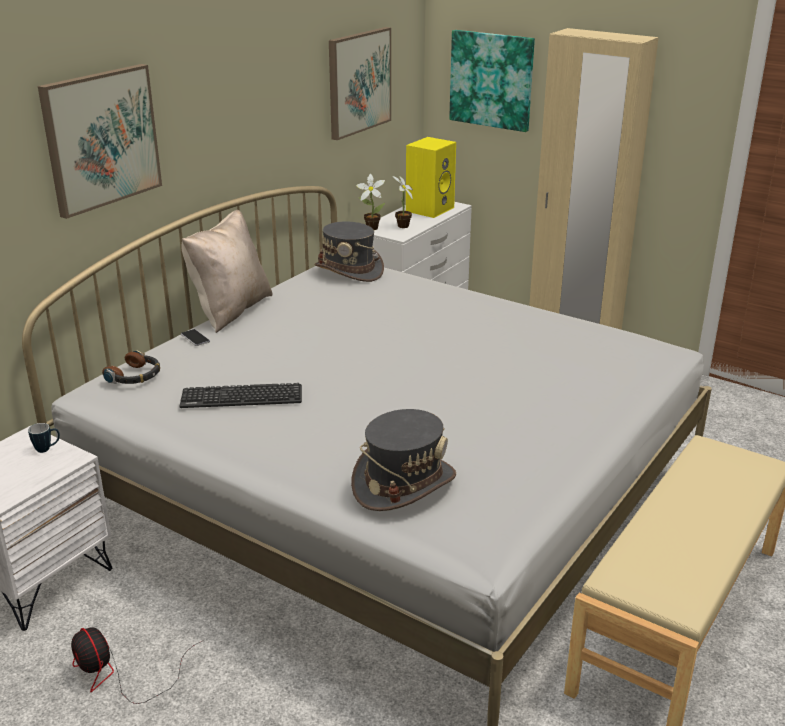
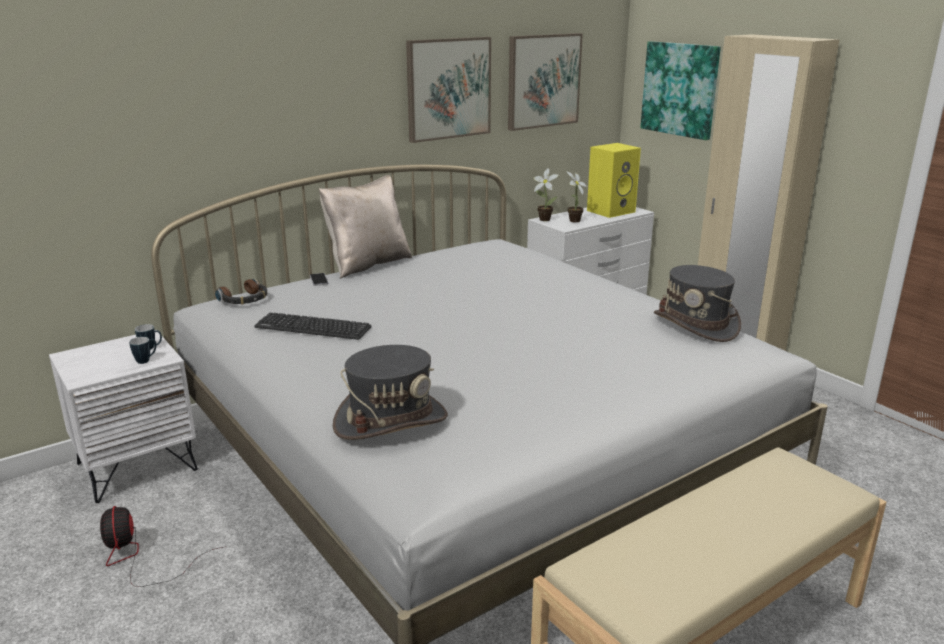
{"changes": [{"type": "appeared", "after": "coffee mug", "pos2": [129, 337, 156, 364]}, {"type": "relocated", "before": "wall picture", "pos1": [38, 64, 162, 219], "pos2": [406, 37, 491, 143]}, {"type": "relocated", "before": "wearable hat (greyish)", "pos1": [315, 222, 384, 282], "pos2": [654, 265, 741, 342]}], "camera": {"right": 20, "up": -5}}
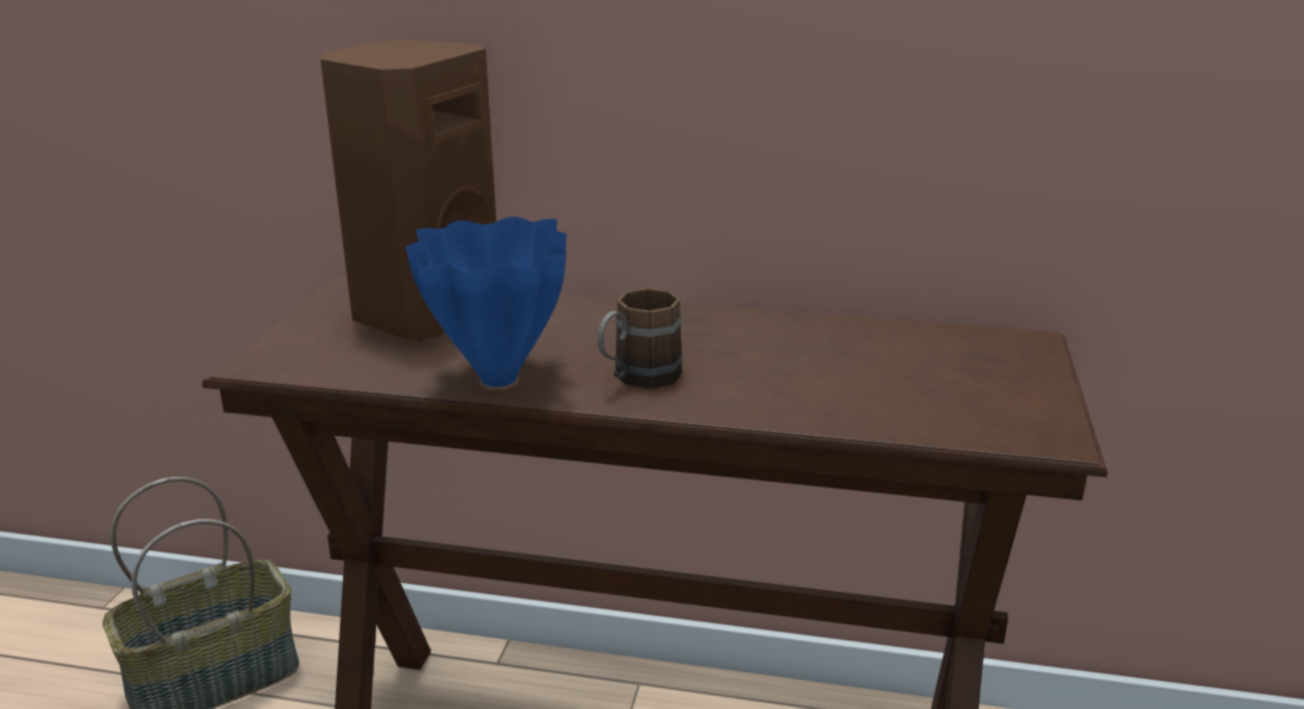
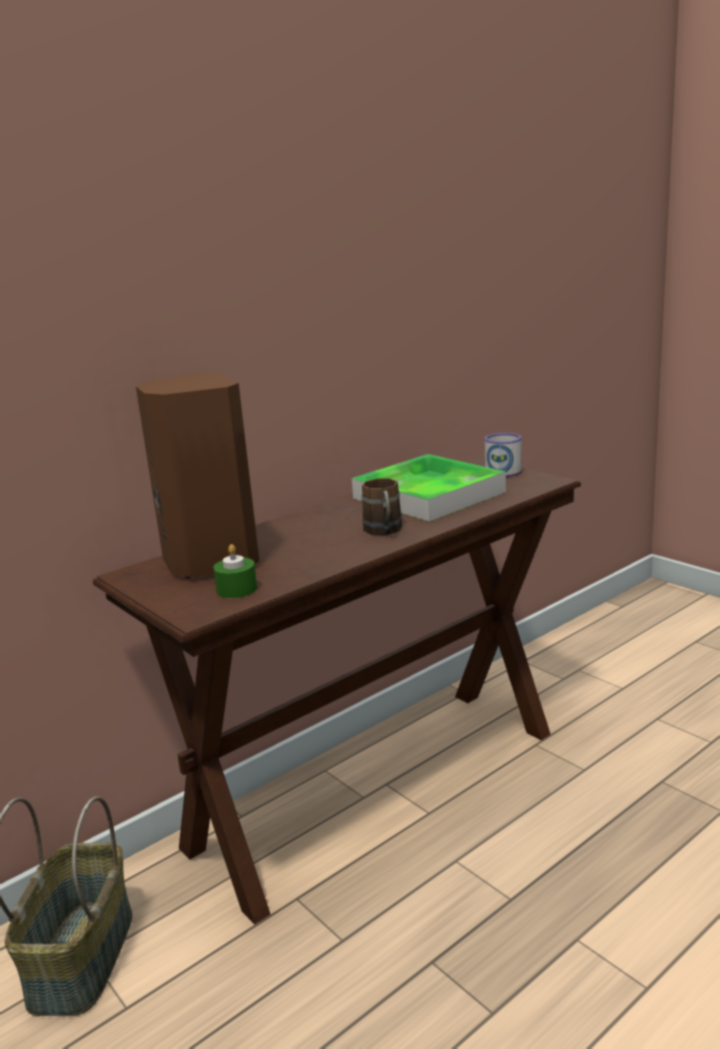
{"changes": [{"type": "appeared", "after": "wax light (greenish)", "pos2": [213, 544, 257, 598]}, {"type": "appeared", "after": "serving tray", "pos2": [352, 454, 506, 522]}, {"type": "appeared", "after": "coffee mug", "pos2": [485, 433, 522, 477]}, {"type": "missing", "before": "vase (blue)", "pos1": [406, 217, 567, 387]}], "camera": {"right": -50, "up": -5}}
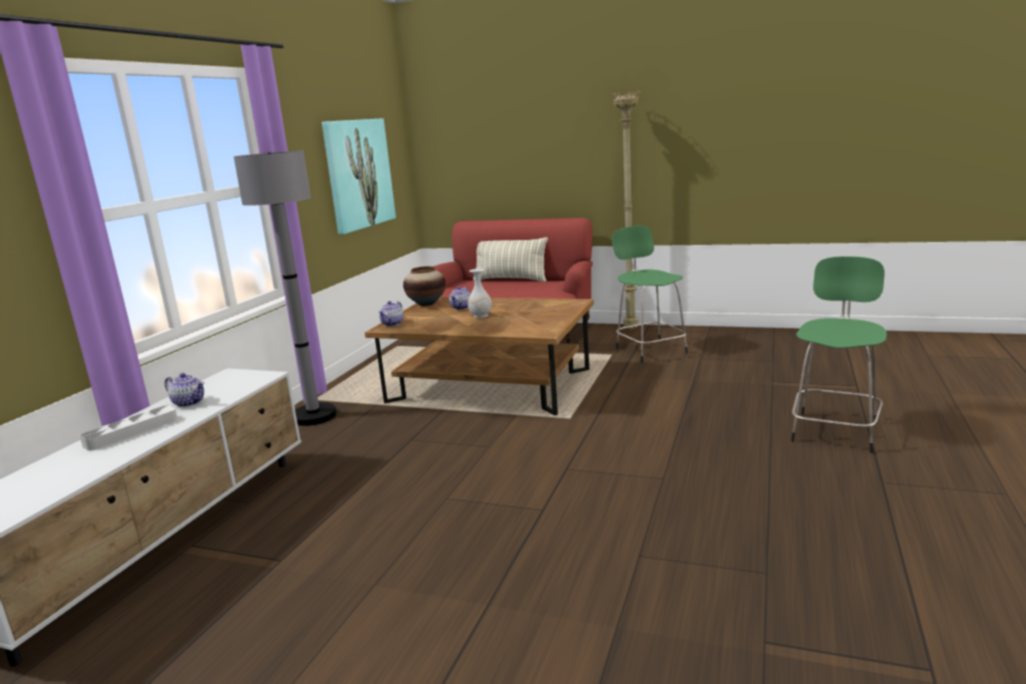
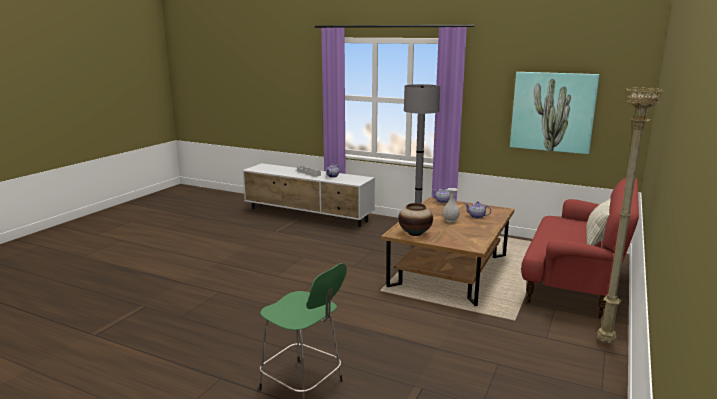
{"changes": [{"type": "relocated", "before": "vase", "pos1": [403, 266, 446, 306], "pos2": [398, 203, 433, 236]}, {"type": "missing", "before": "stool seat (greenish)", "pos1": [612, 226, 688, 363]}], "camera": {"right": 95, "up": 0}}
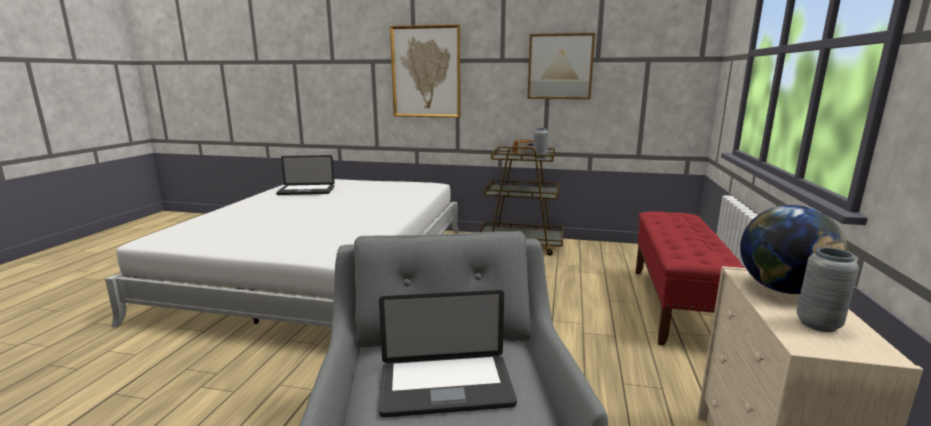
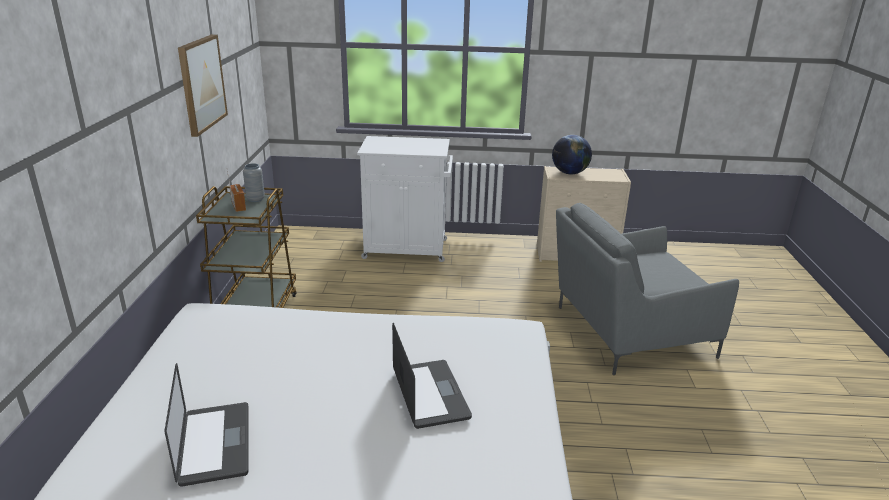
{"changes": [{"type": "exchanged", "before": "bench (red)", "after": "cupboard (whitish)", "pos1": [635, 212, 745, 346], "pos2": [357, 136, 453, 262]}, {"type": "relocated", "before": "laptop", "pos1": [379, 290, 517, 418], "pos2": [392, 323, 472, 429]}, {"type": "missing", "before": "wall picture", "pos1": [390, 24, 461, 118]}, {"type": "missing", "before": "vase (greyish)", "pos1": [797, 248, 859, 332]}], "camera": {"right": -100, "up": 10}}
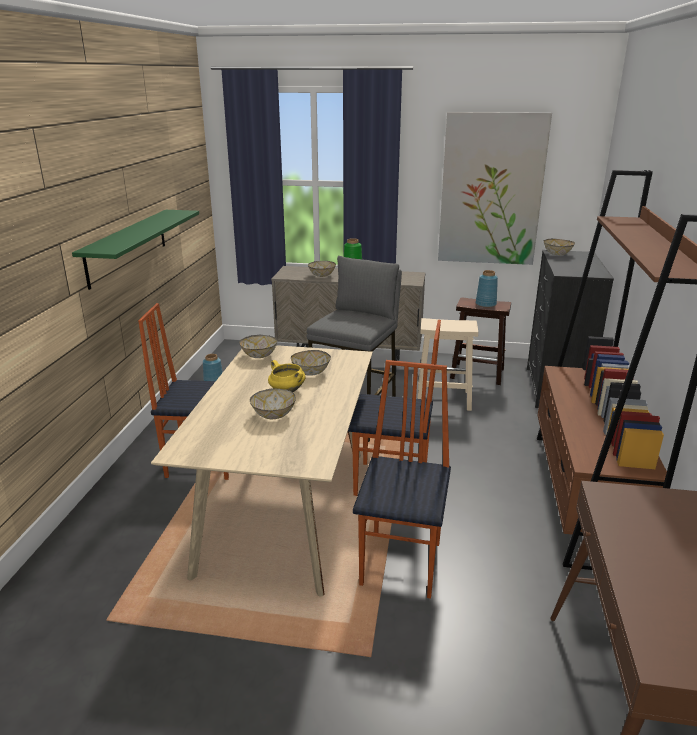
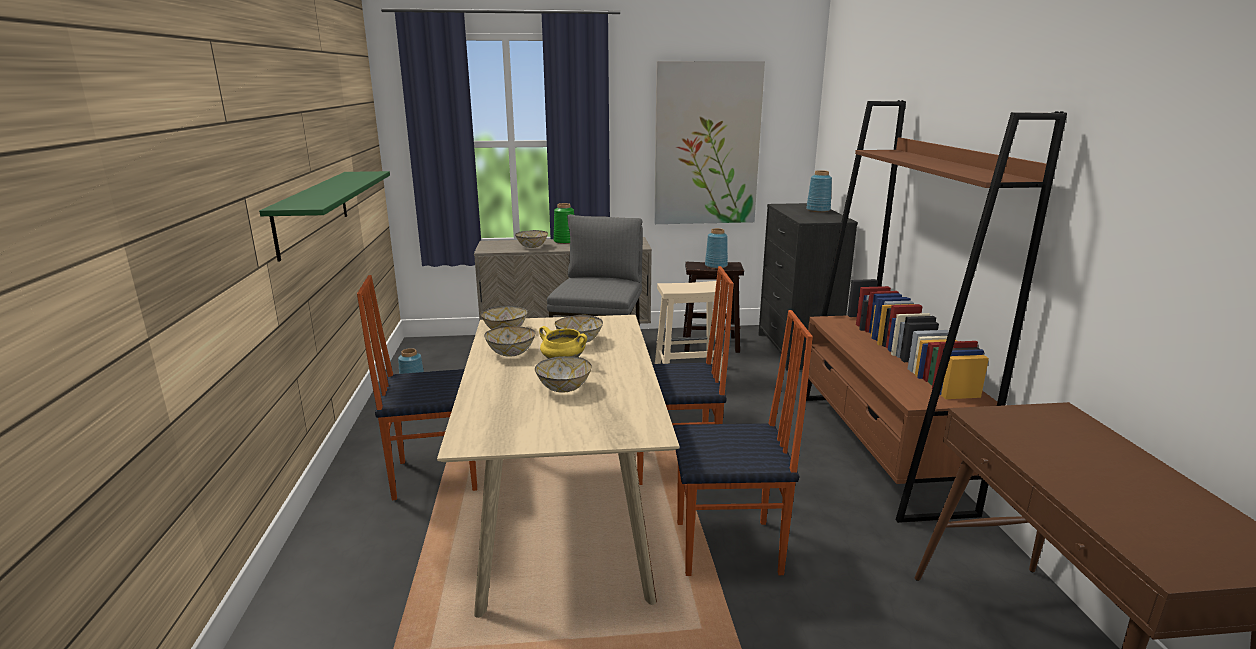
{"changes": [{"type": "relocated", "before": "deep dish", "pos1": [544, 239, 575, 255], "pos2": [484, 326, 536, 357]}, {"type": "spun", "before": "upright chair", "pos1": [353, 360, 451, 599], "pos2": [673, 310, 813, 576], "turn": 90}, {"type": "appeared", "after": "vase (blue)", "pos2": [806, 170, 832, 212]}], "camera": {"right": -15, "up": -5}}
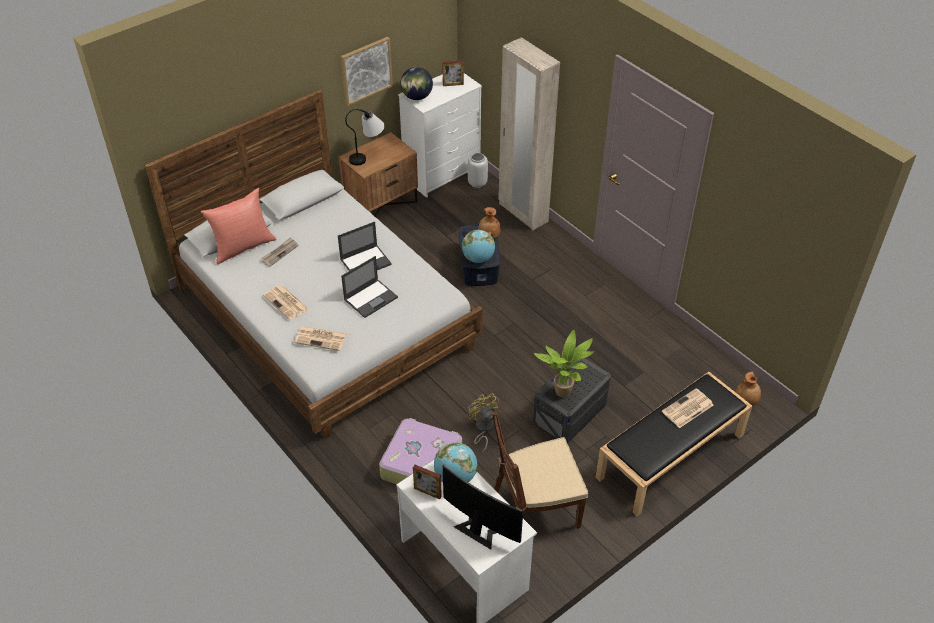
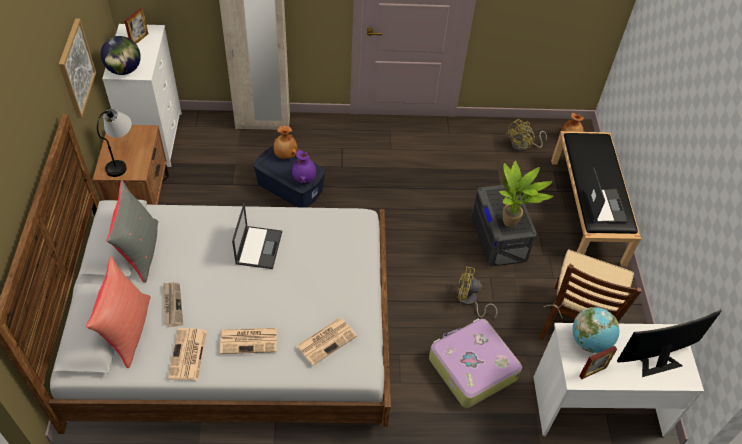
{"changes": [{"type": "appeared", "after": "pillow (greyish)", "pos2": [106, 180, 158, 283]}, {"type": "relocated", "before": "printed paper", "pos1": [662, 388, 714, 428], "pos2": [168, 328, 207, 380]}, {"type": "exchanged", "before": "desk globe", "after": "vase (purplish)", "pos1": [462, 230, 495, 263], "pos2": [292, 150, 316, 183]}, {"type": "appeared", "after": "cooling fan (yellow-coloured)", "pos2": [507, 119, 547, 151]}, {"type": "relocated", "before": "laptop", "pos1": [341, 256, 398, 318], "pos2": [584, 168, 628, 223]}, {"type": "missing", "before": "vase (greyish)", "pos1": [468, 153, 488, 188]}], "camera": {"right": -55, "up": 5}}
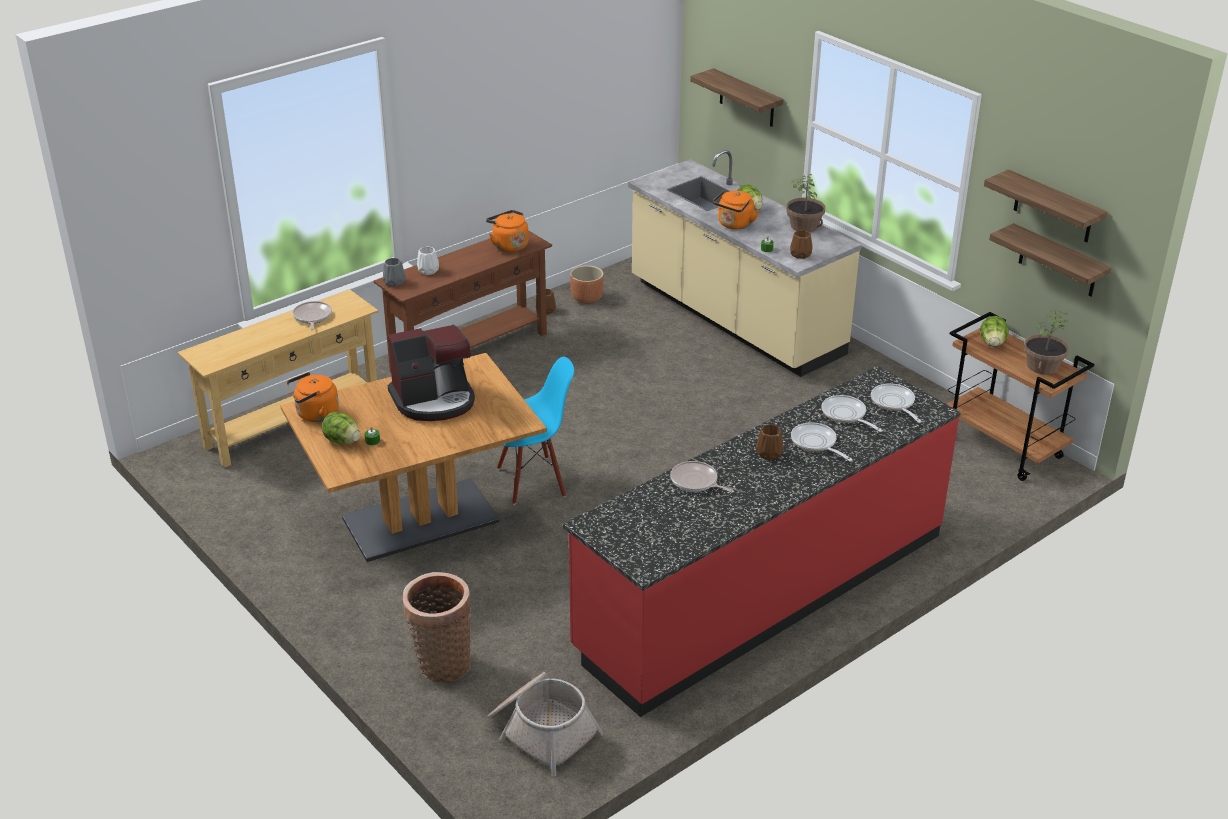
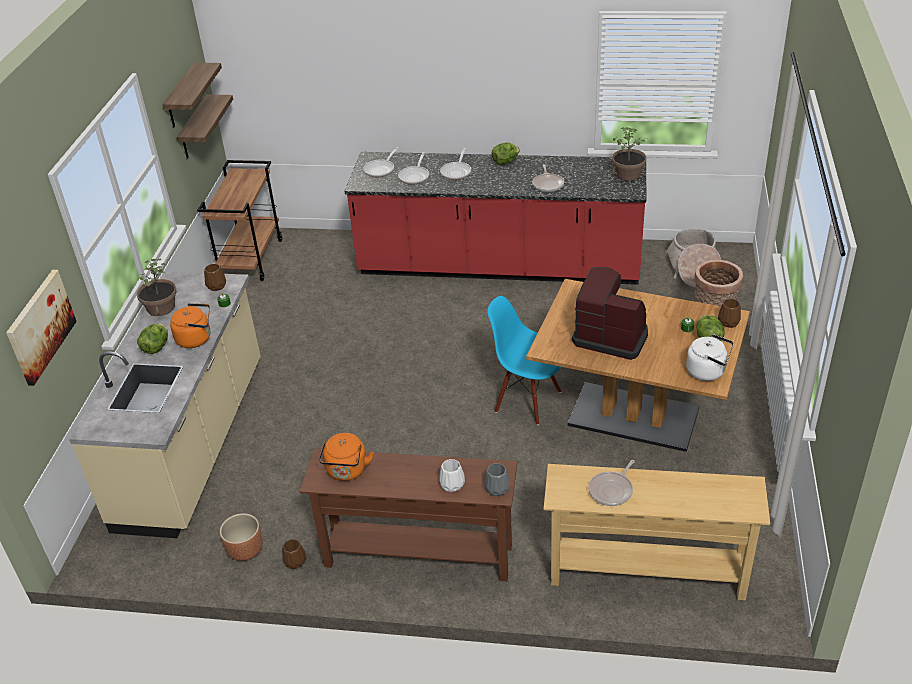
{"changes": [{"type": "exchanged", "before": "bracket shelf", "after": "wall picture", "pos1": [690, 68, 784, 127], "pos2": [6, 270, 77, 386]}, {"type": "relocated", "before": "lettuce", "pos1": [980, 316, 1009, 347], "pos2": [492, 142, 520, 165]}, {"type": "relocated", "before": "potted plant", "pos1": [1024, 310, 1069, 375], "pos2": [612, 127, 647, 180]}, {"type": "colour", "before": "tea kettle (orange-coloured)", "after": "tea kettle (whitish)", "pos1": [287, 372, 339, 422], "pos2": [686, 334, 734, 381]}, {"type": "relocated", "before": "vase (brown-coloured)", "pos1": [756, 425, 784, 460], "pos2": [718, 299, 741, 328]}], "camera": {"right": -130, "up": 5}}
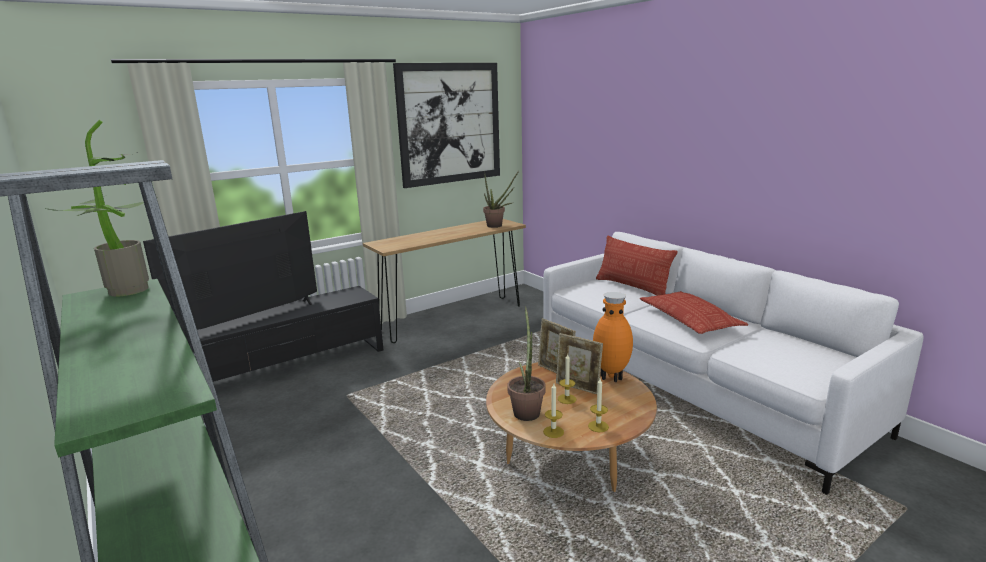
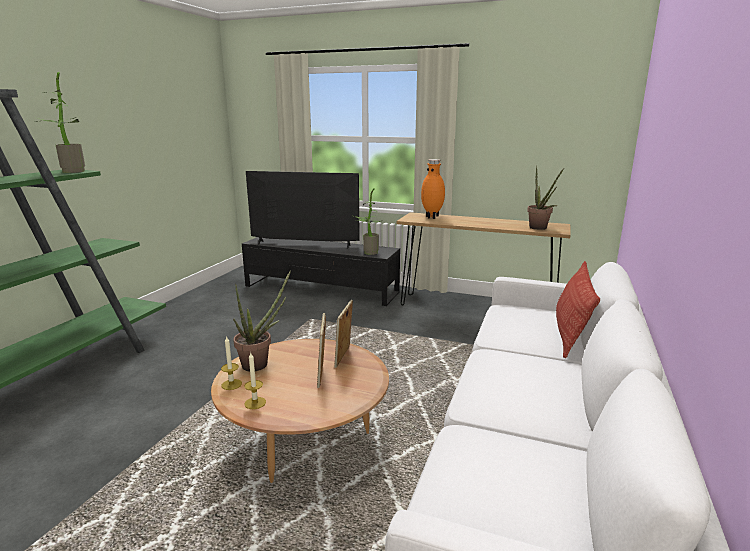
{"changes": [{"type": "appeared", "after": "potted plant", "pos2": [354, 189, 380, 255]}, {"type": "relocated", "before": "vase (orange-coloured)", "pos1": [593, 292, 633, 383], "pos2": [421, 159, 445, 219]}, {"type": "missing", "before": "wall picture", "pos1": [393, 63, 500, 188]}, {"type": "missing", "before": "wax light", "pos1": [558, 354, 577, 404]}, {"type": "missing", "before": "pillow", "pos1": [639, 291, 748, 334]}], "camera": {"right": 55, "up": 0}}
